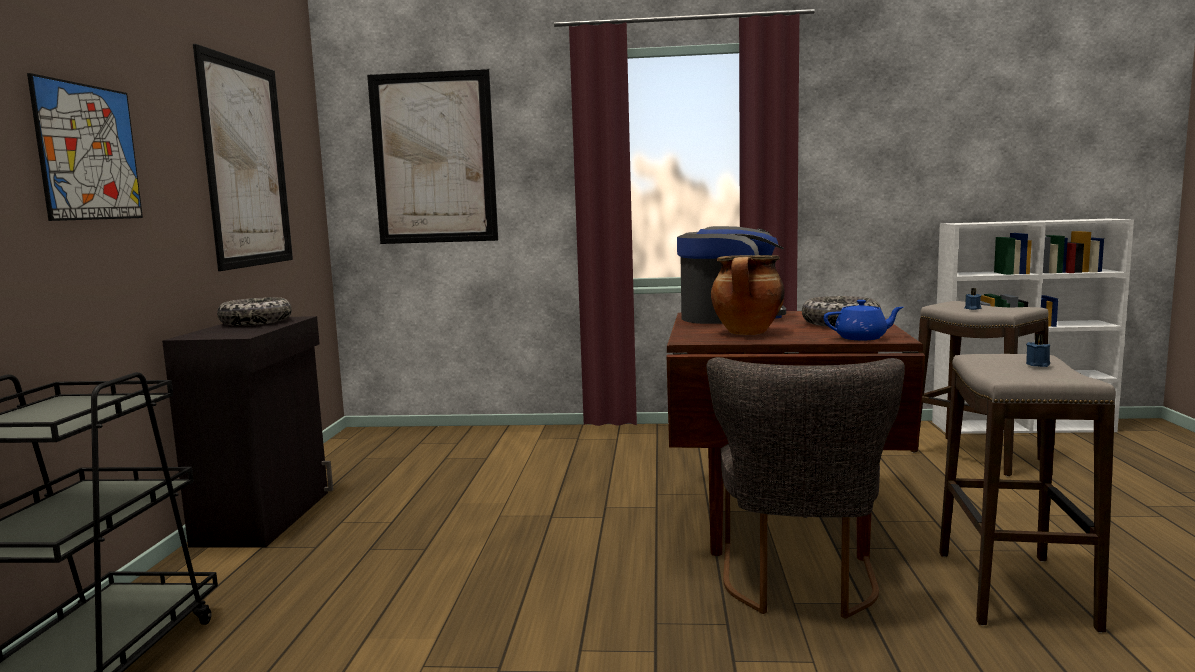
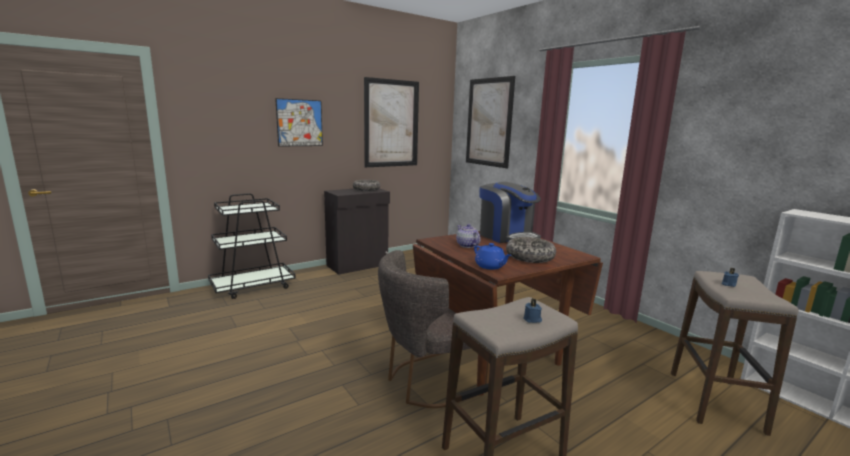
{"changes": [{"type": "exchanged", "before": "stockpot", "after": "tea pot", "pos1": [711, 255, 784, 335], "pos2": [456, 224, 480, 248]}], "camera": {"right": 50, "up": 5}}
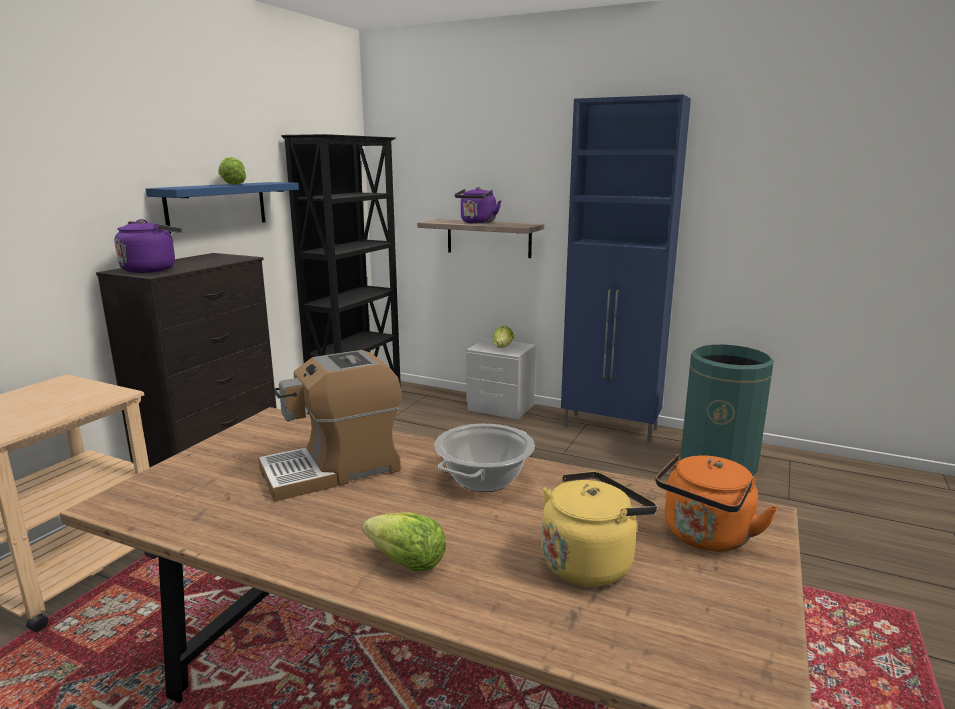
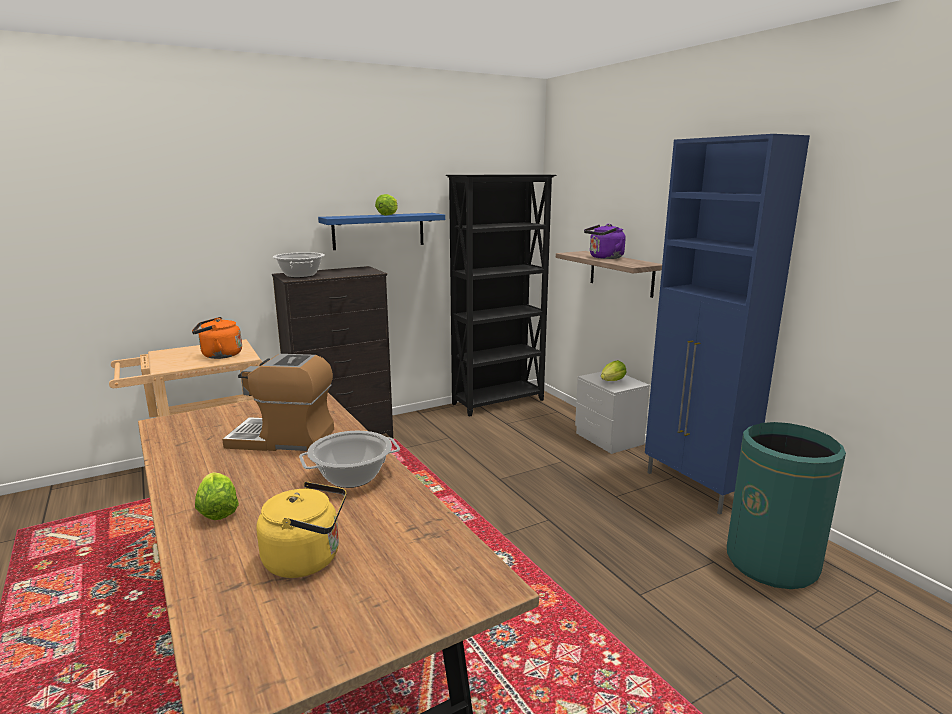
{"changes": [{"type": "relocated", "before": "tea kettle (orange-coloured)", "pos1": [656, 454, 778, 552], "pos2": [192, 317, 242, 359]}, {"type": "exchanged", "before": "tea kettle (purplish)", "after": "stockpot", "pos1": [114, 219, 182, 273], "pos2": [273, 252, 325, 278]}], "camera": {"right": 35, "up": 0}}
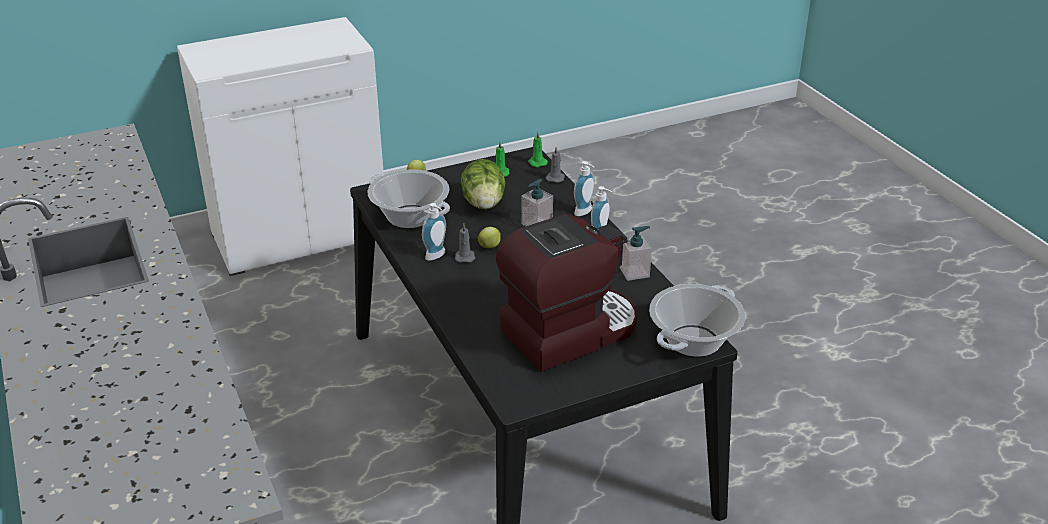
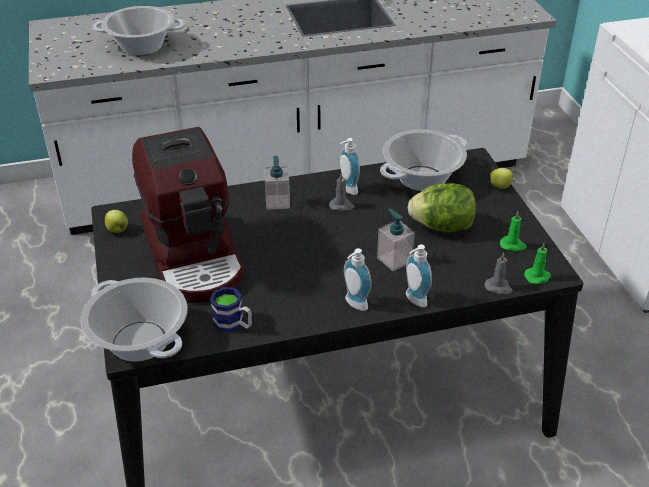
{"changes": [{"type": "appeared", "after": "stockpot", "pos2": [92, 6, 185, 55]}, {"type": "relocated", "before": "whole apple", "pos1": [478, 227, 501, 248], "pos2": [105, 210, 128, 233]}, {"type": "appeared", "after": "coffee mug", "pos2": [210, 287, 252, 333]}, {"type": "relocated", "before": "soap dispenser", "pos1": [620, 226, 652, 281], "pos2": [264, 156, 290, 210]}], "camera": {"right": 100, "up": 5}}
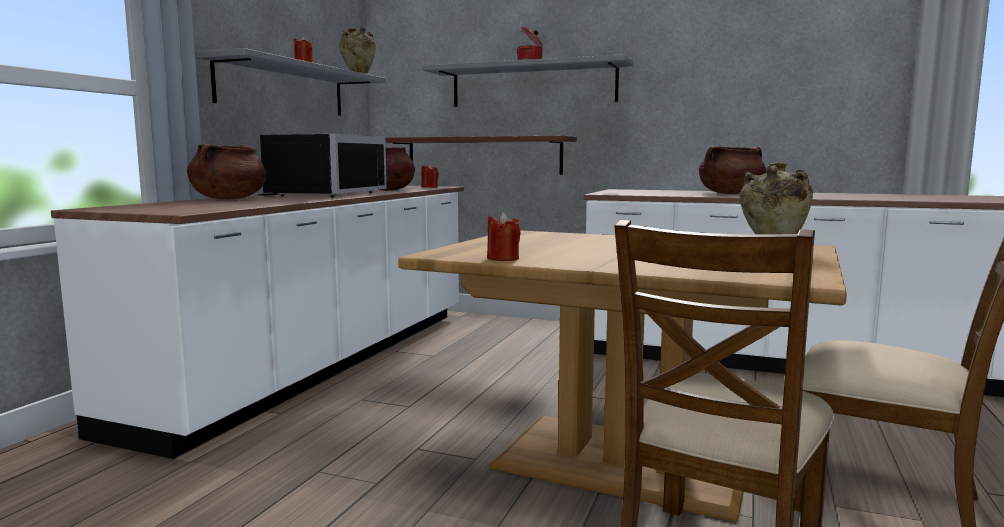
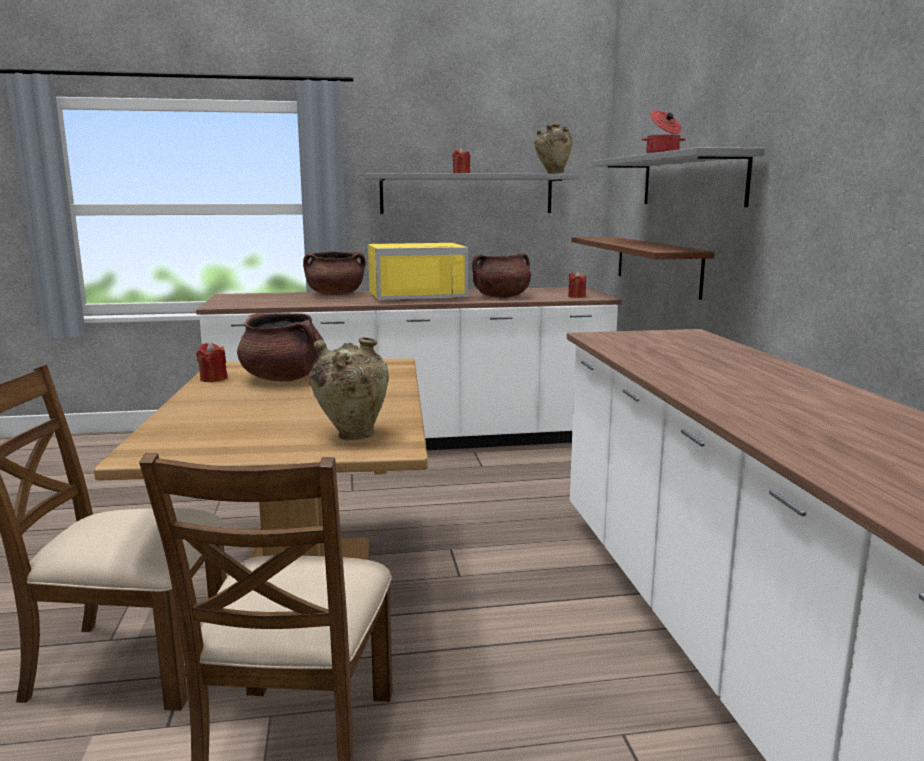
{"changes": [{"type": "relocated", "before": "stockpot (brown-coloured)", "pos1": [699, 146, 767, 194], "pos2": [237, 313, 324, 382]}, {"type": "colour", "before": "kitchen microwave (black)", "after": "kitchen microwave (yellow-coloured)", "pos1": [257, 134, 387, 197], "pos2": [368, 243, 468, 302]}], "camera": {"right": 60, "up": 5}}
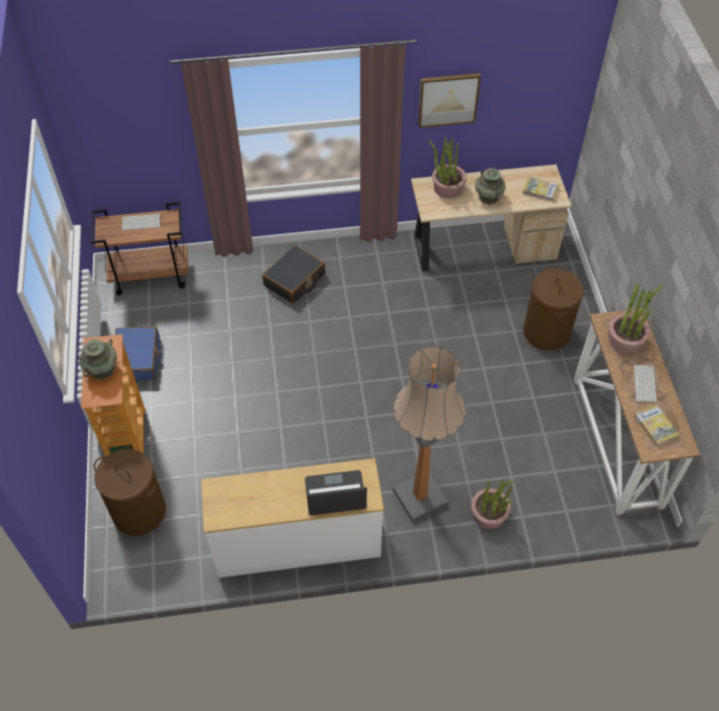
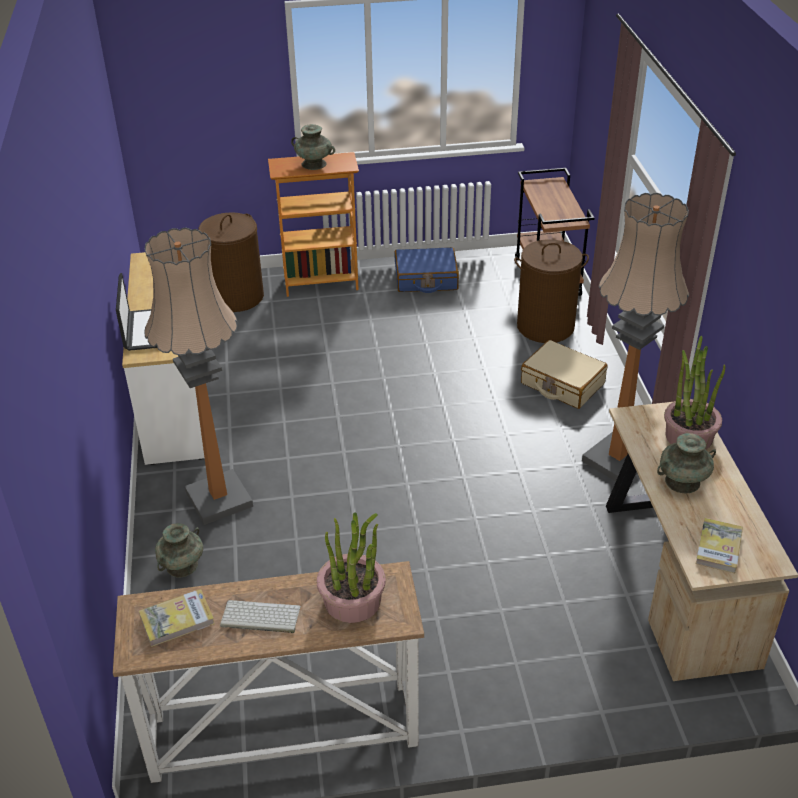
{"changes": [{"type": "exchanged", "before": "potted plant", "after": "vase (turquoise-coloured)", "pos1": [471, 480, 514, 529], "pos2": [155, 523, 203, 577]}, {"type": "relocated", "before": "hamper (brown-coloured)", "pos1": [523, 266, 583, 350], "pos2": [514, 239, 589, 343]}, {"type": "colour", "before": "suitcase (black)", "after": "suitcase (sand-coloured)", "pos1": [262, 245, 325, 304], "pos2": [521, 340, 608, 409]}, {"type": "appeared", "after": "floor lamp", "pos2": [582, 193, 689, 482]}, {"type": "missing", "before": "PC keyboard", "pos1": [122, 214, 161, 230]}, {"type": "missing", "before": "wall picture", "pos1": [418, 73, 481, 128]}], "camera": {"right": 90, "up": -15}}
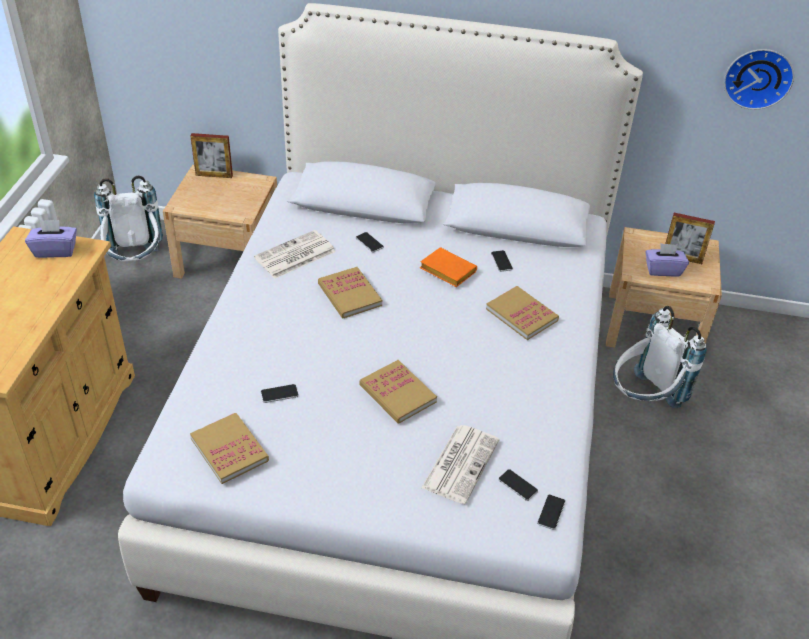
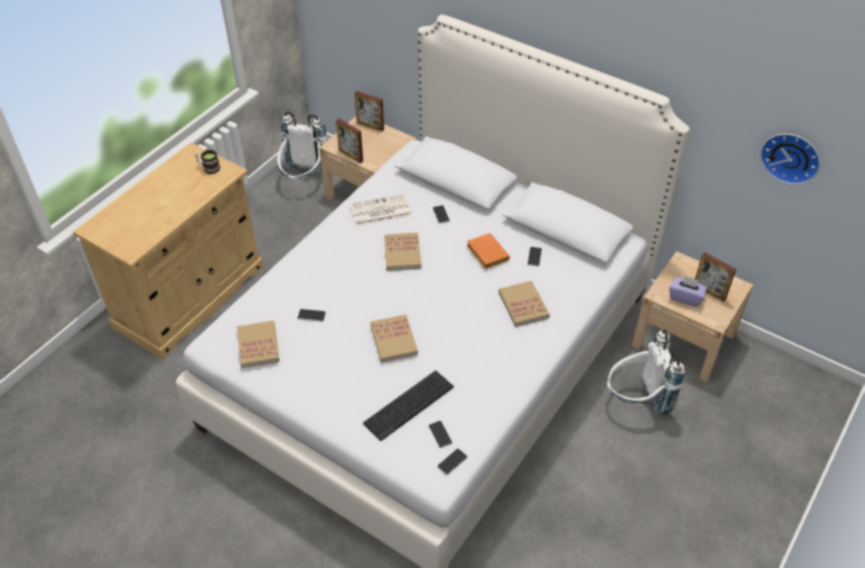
{"changes": [{"type": "exchanged", "before": "box of tissues (purplish)", "after": "coffee mug", "pos1": [25, 220, 77, 258], "pos2": [195, 150, 220, 174]}, {"type": "appeared", "after": "picture frame", "pos2": [336, 118, 363, 163]}, {"type": "exchanged", "before": "printed paper", "after": "PC keyboard", "pos1": [422, 425, 499, 504], "pos2": [363, 370, 454, 441]}], "camera": {"right": 25, "up": 5}}
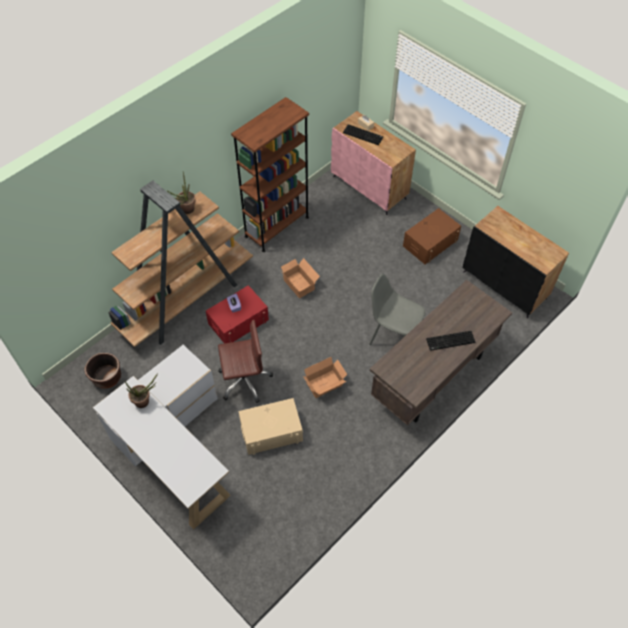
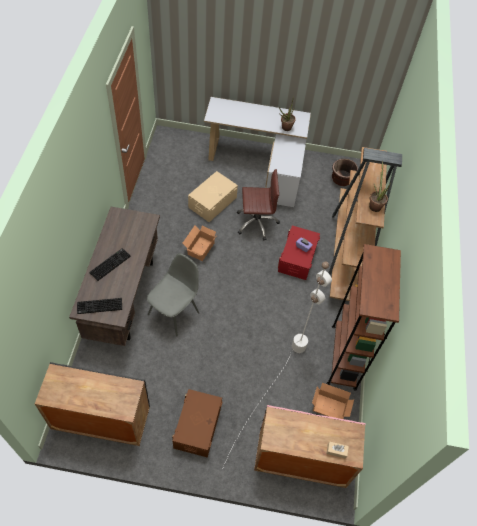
{"changes": [{"type": "relocated", "before": "PC keyboard", "pos1": [343, 124, 383, 145], "pos2": [77, 298, 122, 314]}, {"type": "spun", "before": "upright chair (greyish)", "pos1": [369, 273, 425, 345], "pos2": [147, 253, 199, 336], "turn": -45}, {"type": "appeared", "after": "floor lamp (whitish)", "pos2": [223, 261, 332, 467]}, {"type": "spun", "before": "desk chair (brown-coloured)", "pos1": [218, 320, 273, 403], "pos2": [237, 169, 280, 241], "turn": -135}, {"type": "relocated", "before": "carton", "pos1": [280, 258, 320, 298], "pos2": [312, 383, 354, 419]}], "camera": {"right": 140, "up": 0}}
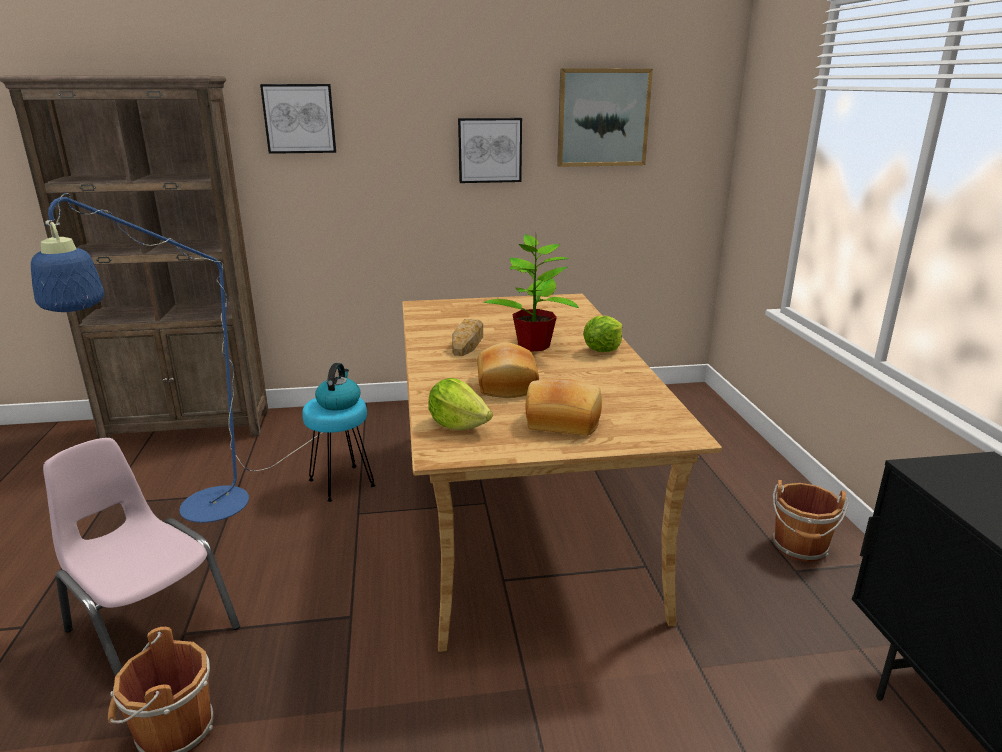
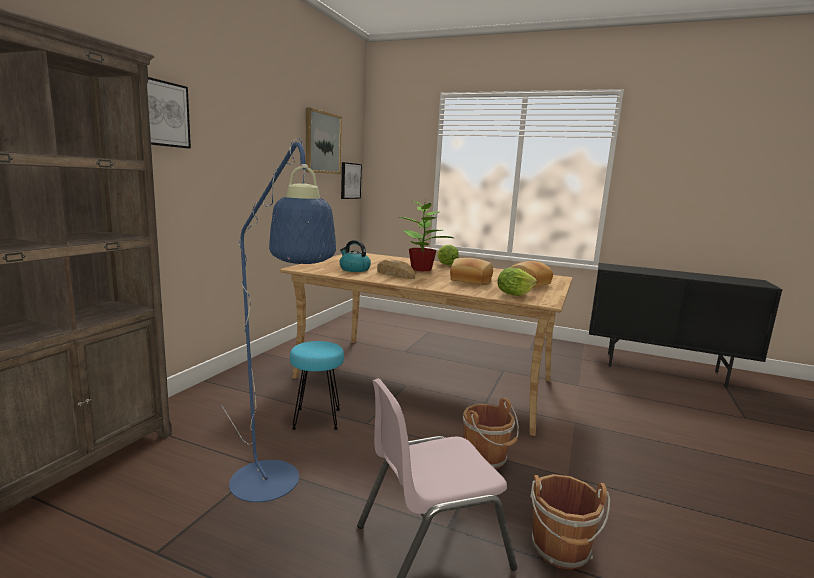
{"changes": [{"type": "relocated", "before": "tea kettle", "pos1": [315, 363, 361, 411], "pos2": [339, 240, 371, 272]}, {"type": "relocated", "before": "wall picture", "pos1": [458, 118, 522, 183], "pos2": [341, 162, 362, 199]}, {"type": "relocated", "before": "pail (brown-coloured)", "pos1": [773, 480, 849, 562], "pos2": [463, 398, 519, 469]}], "camera": {"right": -60, "up": -10}}
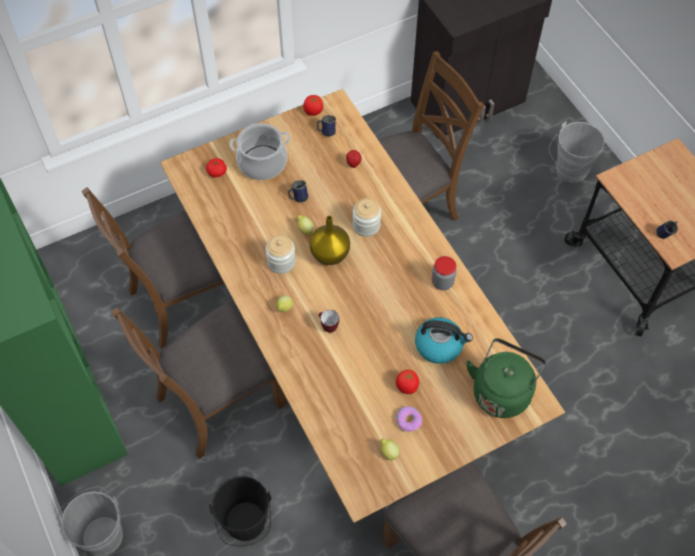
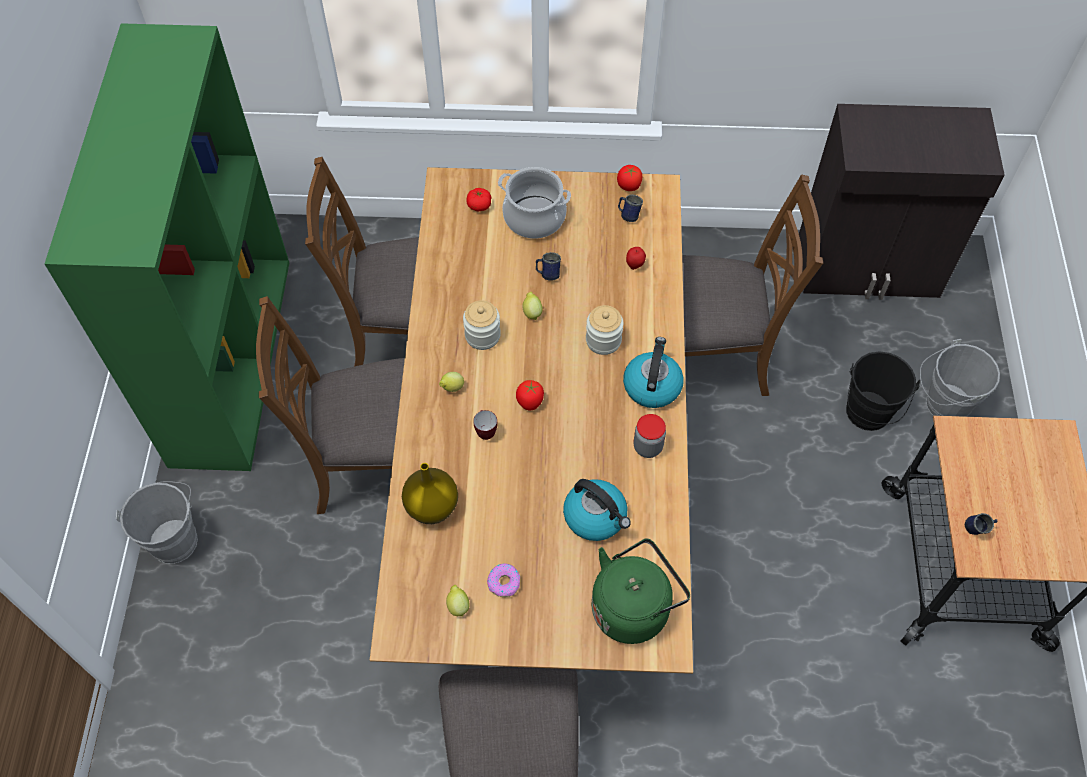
{"changes": [{"type": "relocated", "before": "vase (yellow-coloured)", "pos1": [309, 216, 350, 265], "pos2": [402, 463, 458, 524]}, {"type": "relocated", "before": "fresh tomato", "pos1": [396, 370, 419, 394], "pos2": [516, 380, 544, 411]}, {"type": "appeared", "after": "tea kettle", "pos2": [623, 337, 684, 408]}, {"type": "relocated", "before": "pail (black)", "pos1": [209, 476, 271, 546], "pos2": [846, 351, 920, 431]}], "camera": {"right": 30, "up": 0}}
